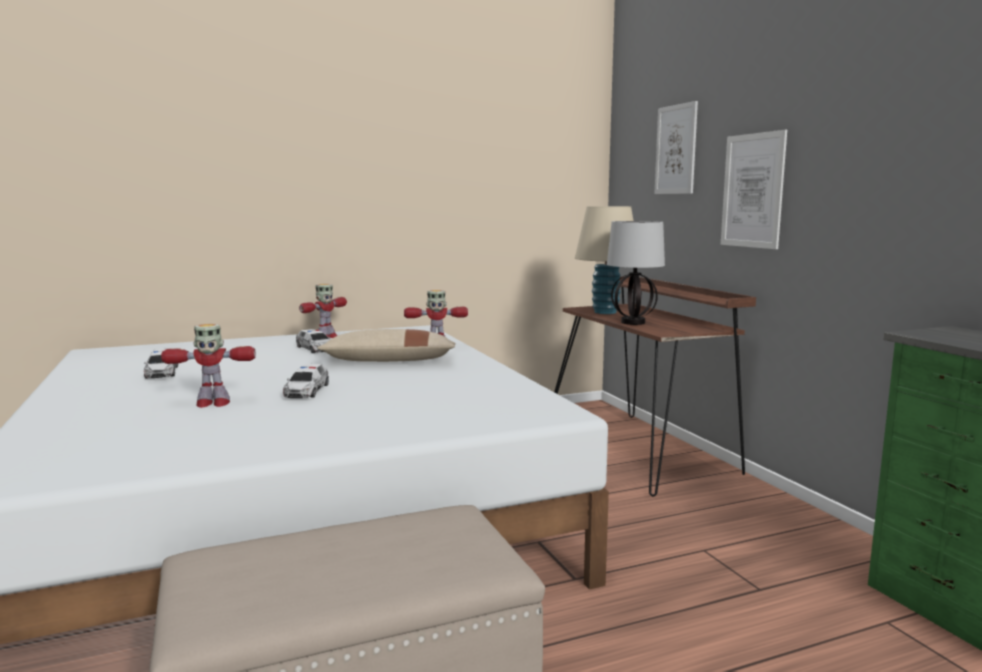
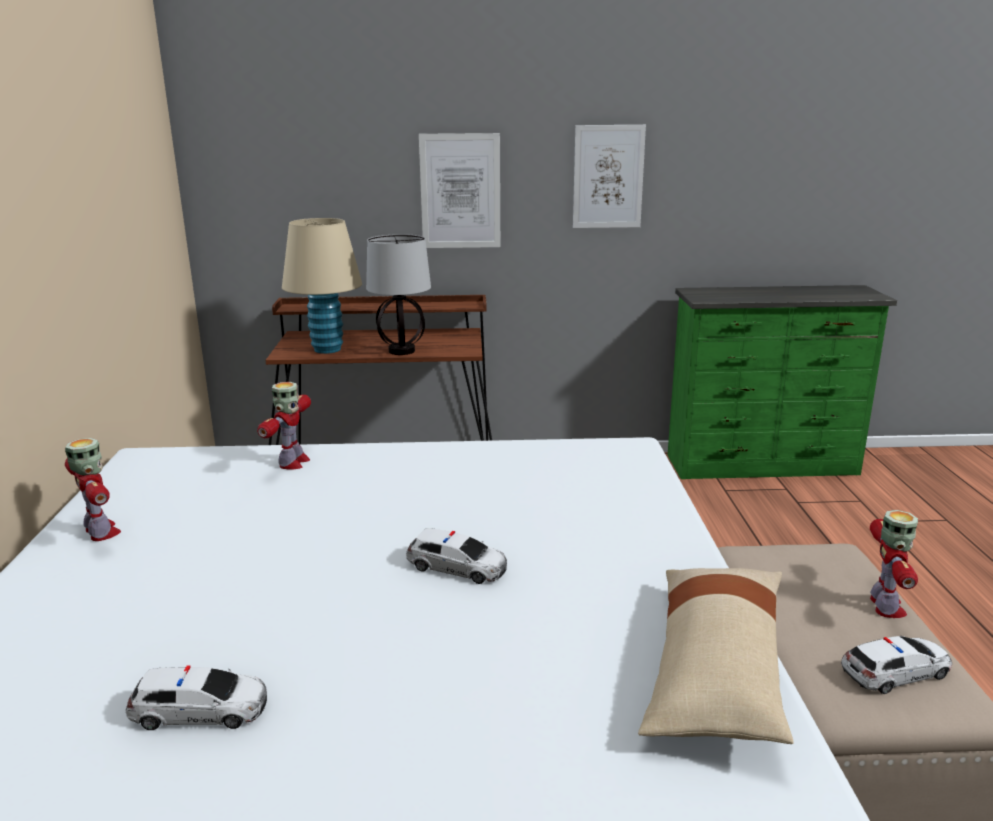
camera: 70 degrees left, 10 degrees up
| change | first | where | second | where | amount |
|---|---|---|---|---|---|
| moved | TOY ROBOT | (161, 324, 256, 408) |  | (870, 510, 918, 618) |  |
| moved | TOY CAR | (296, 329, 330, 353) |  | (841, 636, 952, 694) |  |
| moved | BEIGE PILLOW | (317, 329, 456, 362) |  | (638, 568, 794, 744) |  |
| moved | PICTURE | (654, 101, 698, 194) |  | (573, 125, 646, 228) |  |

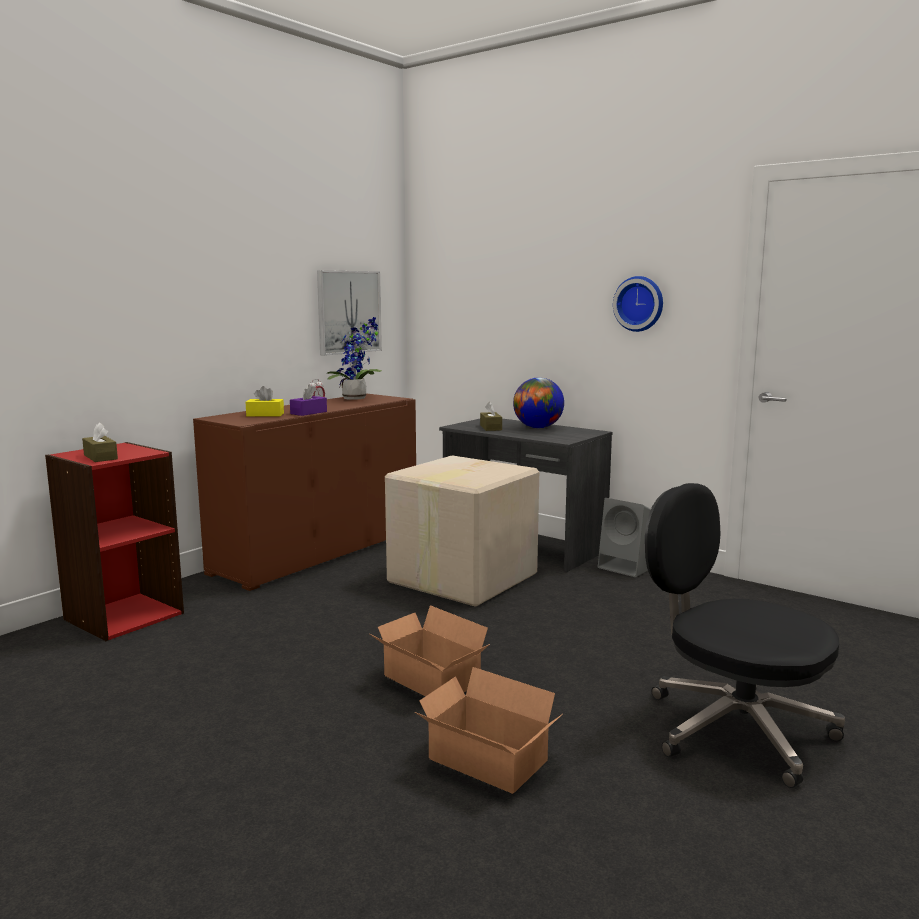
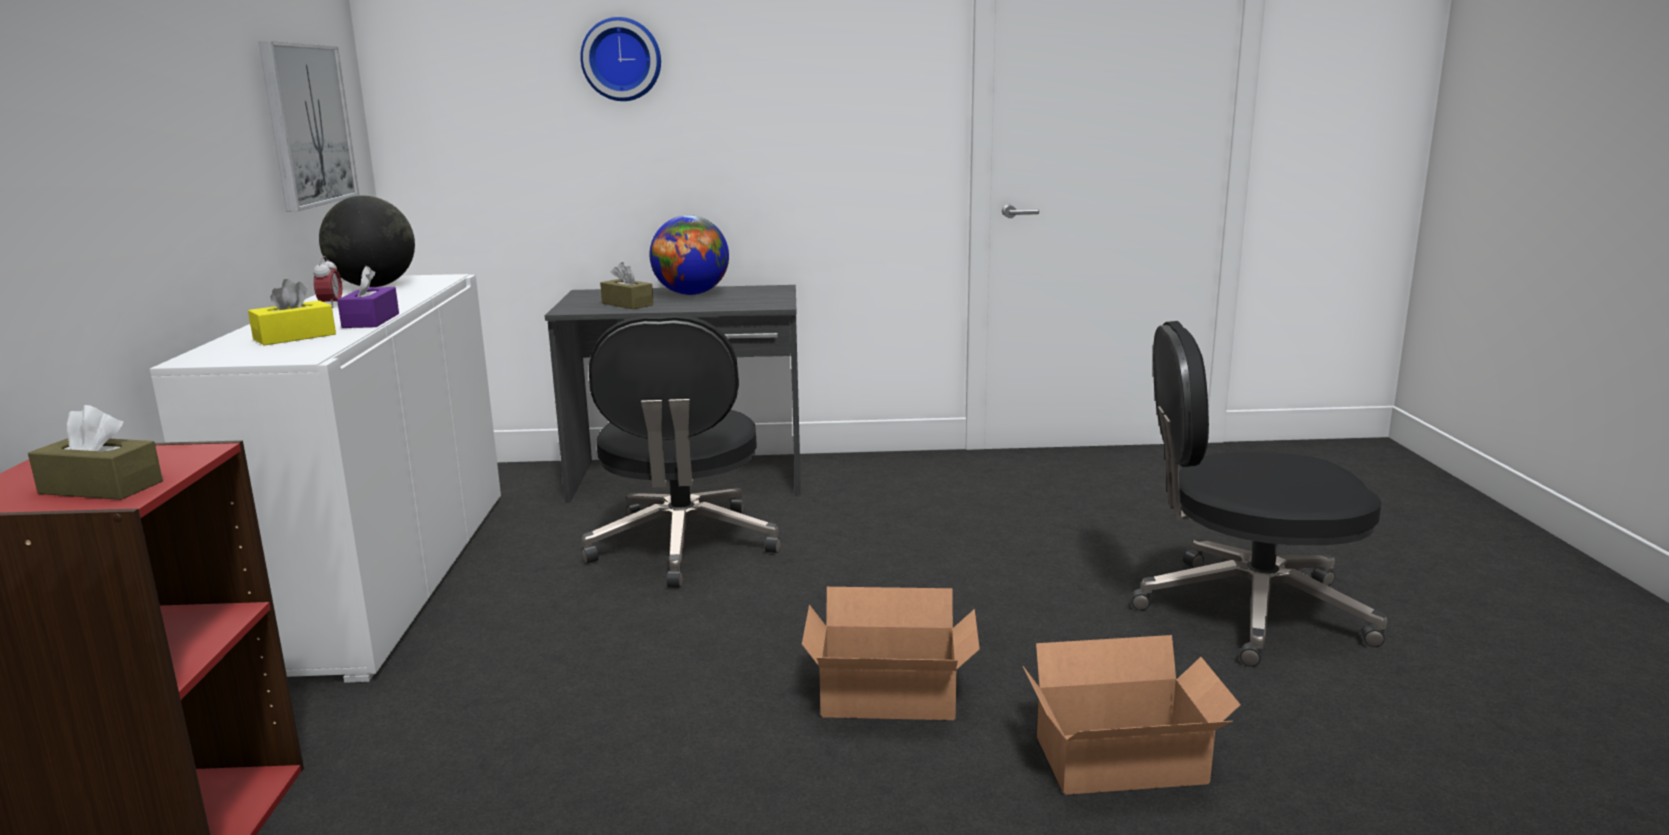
camera: 40 degrees left, 5 degrees up
| change | first | where | second | where | amount |
|---|---|---|---|---|---|
| removed | GREY SPEAKER | (598, 498, 651, 577) |  |  |  |
| moved | WALL CLOCK | (613, 276, 663, 332) |  | (580, 17, 661, 101) |  |
| replaced | POTTED PLANT | (327, 317, 382, 399) | GLOBE | (319, 195, 415, 287) |  |
| replaced | CARDBOARD BOX | (385, 455, 539, 607) | BLACK OFFICE CHAIR | (581, 315, 781, 588) |  |
| recoloured | BROWN CABINET | (193, 394, 416, 591) | WHITE CABINET | (150, 274, 501, 683) |  |

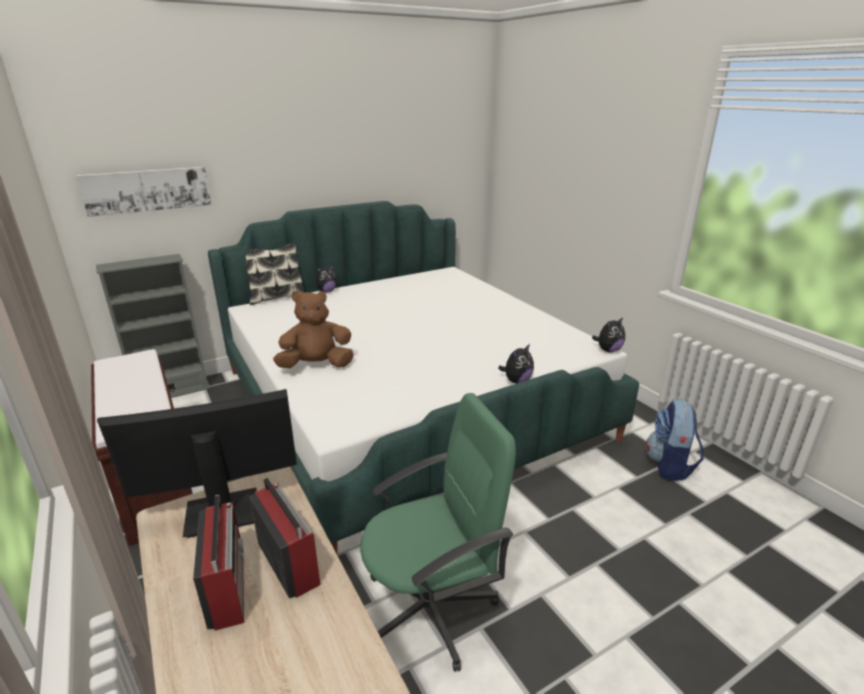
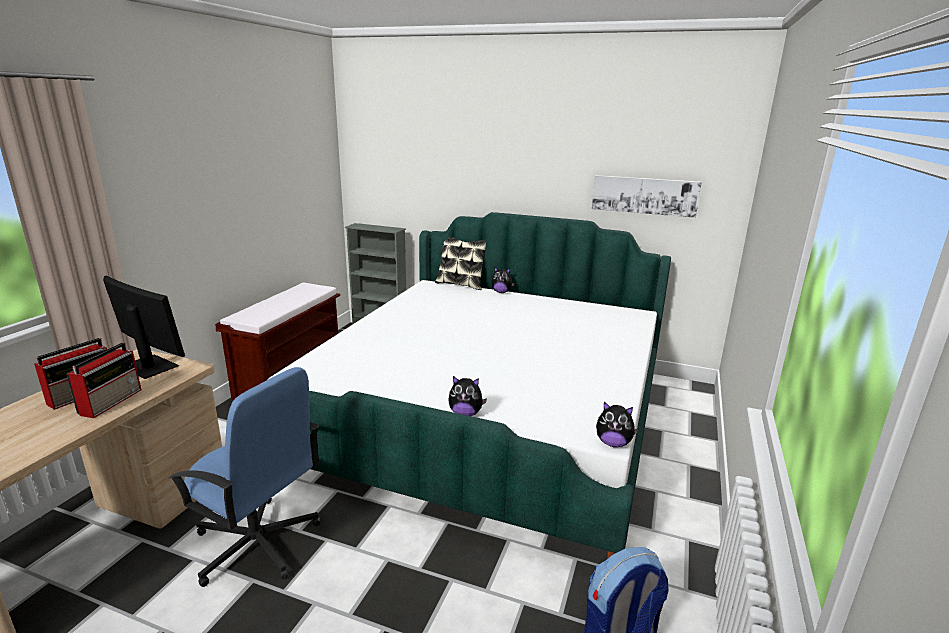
camera: 50 degrees right, 5 degrees down
| change | first | where | second | where | amount |
|---|---|---|---|---|---|
| removed | BROWN PLUSH TOY | (273, 291, 354, 368) |  |  |  |
| moved | PICTURE | (76, 167, 212, 217) |  | (592, 175, 702, 218) |  |
| recoloured | GREEN OFFICE CHAIR | (360, 393, 516, 672) | BLUE OFFICE CHAIR | (169, 367, 321, 587) |  |

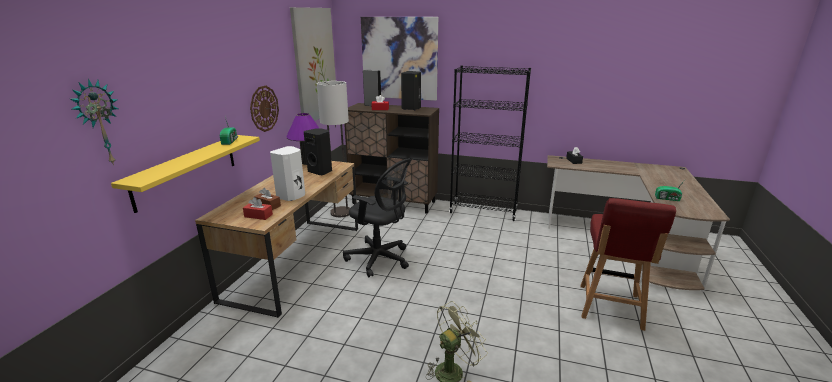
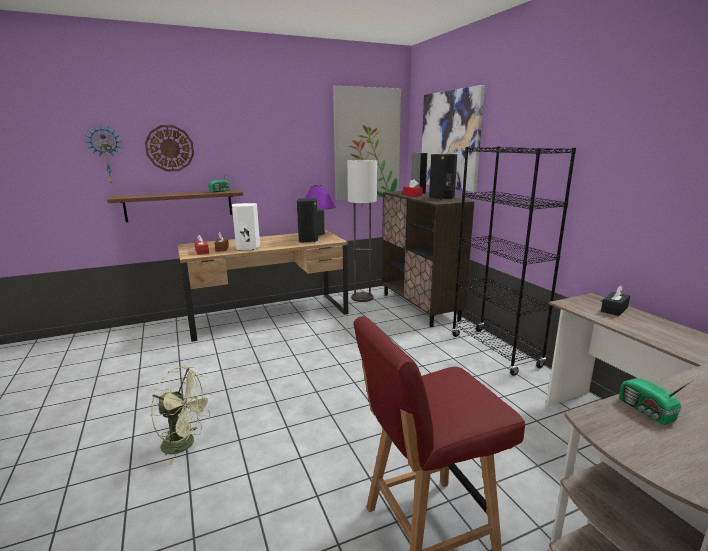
camera: 50 degrees right, 5 degrees down
| change | first | where | second | where | amount |
|---|---|---|---|---|---|
| removed | BLACK OFFICE CHAIR | (343, 159, 411, 277) |  |  |  |
| moved | WALL CLOCK | (250, 85, 279, 132) |  | (145, 125, 194, 171) |  |
| recoloured | YELLOW SHELF | (111, 135, 260, 213) | BROWN SHELF | (107, 190, 243, 222) |  |

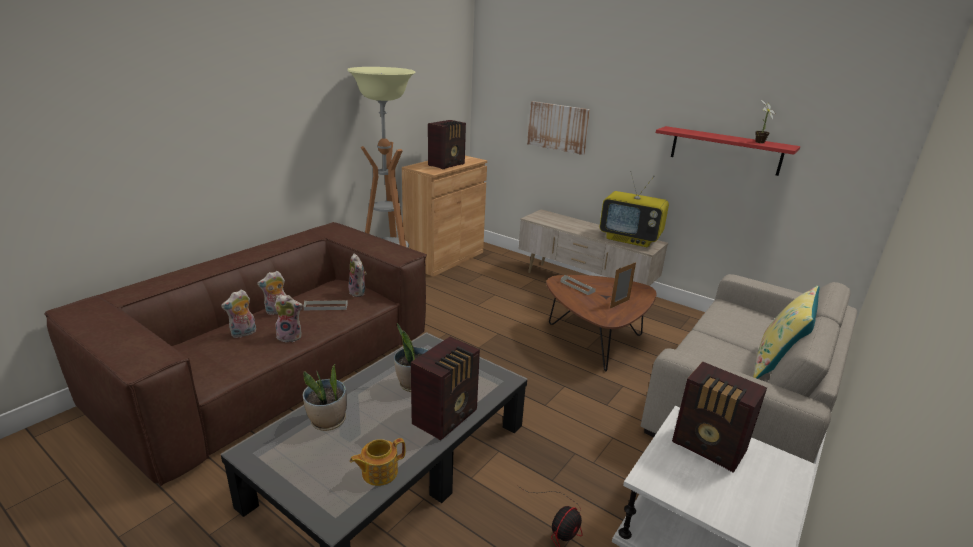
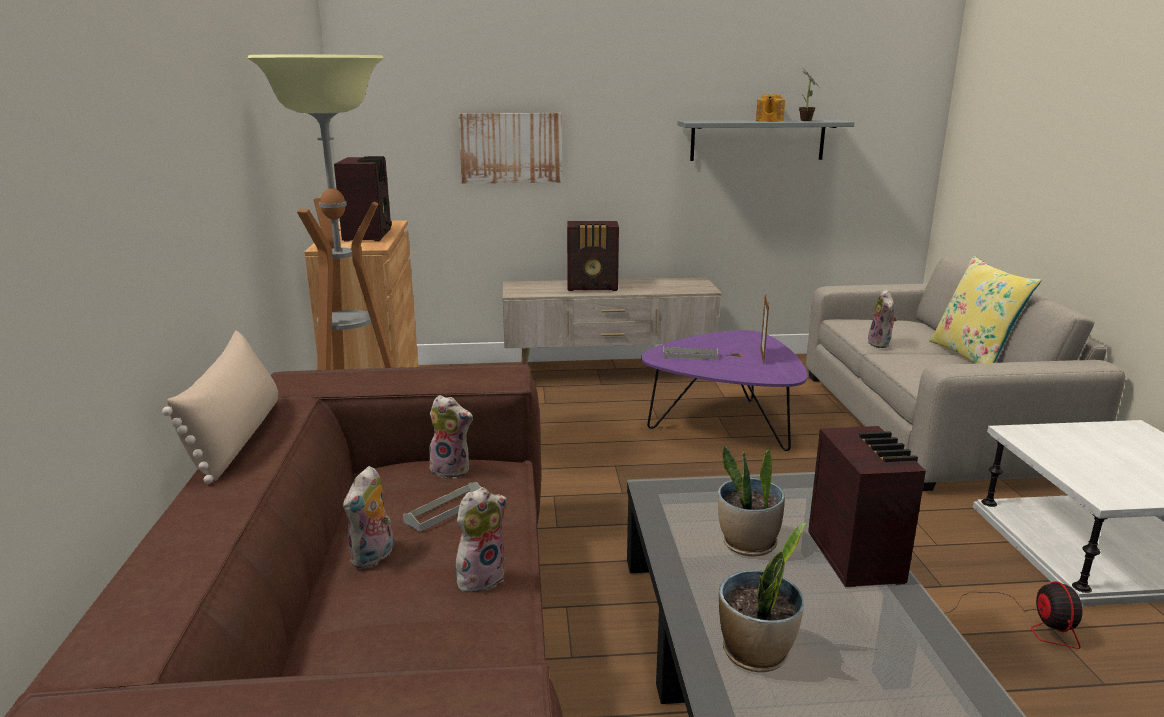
camera: 40 degrees left, 5 degrees down
| change | first | where | second | where | amount |
|---|---|---|---|---|---|
| removed | TELEVISION | (599, 171, 669, 247) |  |  |  |
| added |  |  | BEIGE PILLOW | (162, 331, 278, 484) |  |
| moved | PLUSH TOY | (221, 290, 256, 338) |  | (868, 289, 898, 348) |  |
| moved | TEAPOT | (350, 438, 405, 486) |  | (756, 94, 785, 122) |  |
| moved | RADIO | (672, 362, 767, 472) |  | (567, 221, 619, 291) |  |
| recoloured | BROWN COFFEE TABLE | (546, 275, 656, 371) | PURPLE COFFEE TABLE | (641, 330, 807, 451) |  |
| recoloured | RED SHELF | (656, 126, 800, 176) | GREY SHELF | (677, 120, 855, 161) |  |

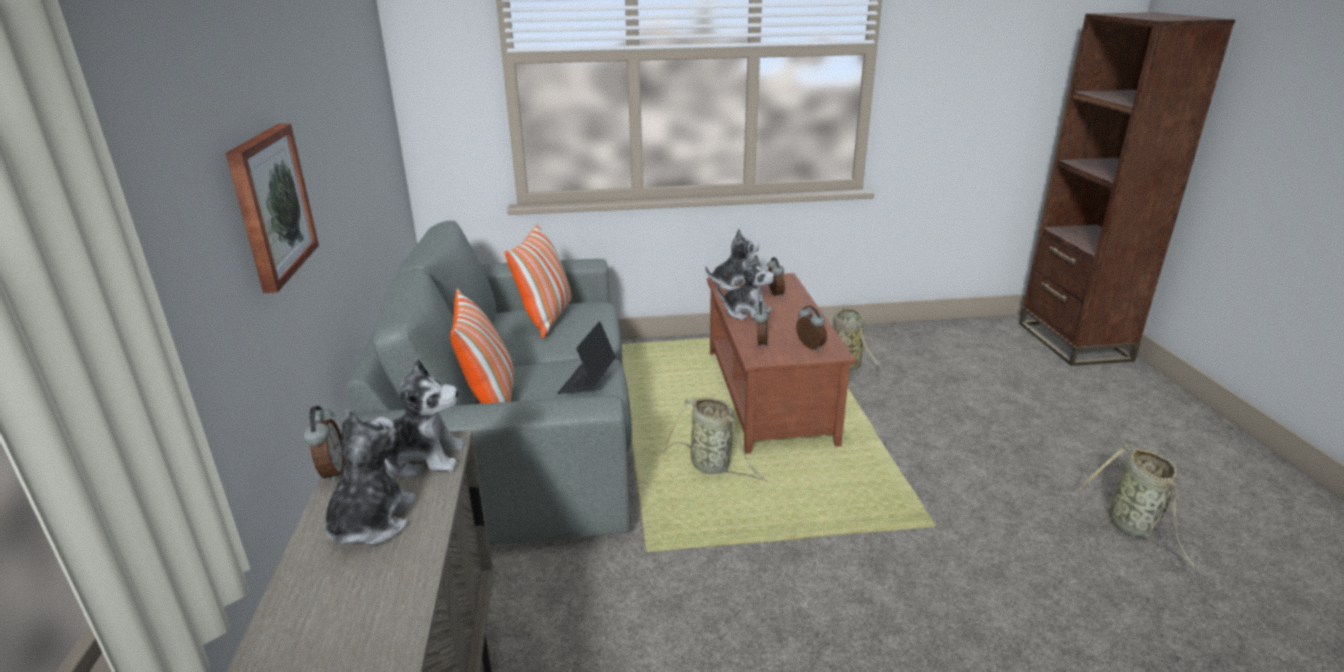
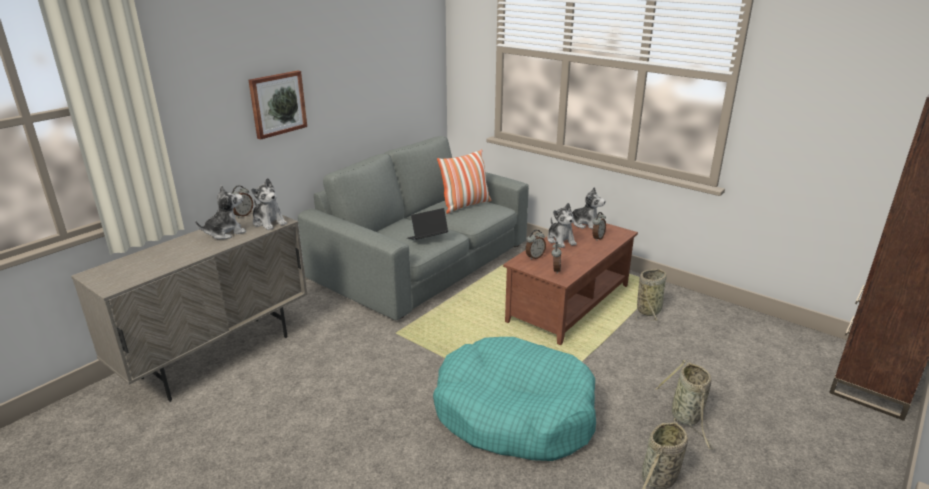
camera: 45 degrees right, 0 degrees up
| change | first | where | second | where | amount |
|---|---|---|---|---|---|
| removed | PILLOW | (450, 289, 514, 404) |  |  |  |
| added |  |  | TURQUOISE DOG BED | (433, 337, 596, 461) |  |
| moved | BASKET | (663, 398, 768, 482) |  | (655, 360, 714, 449) |  |

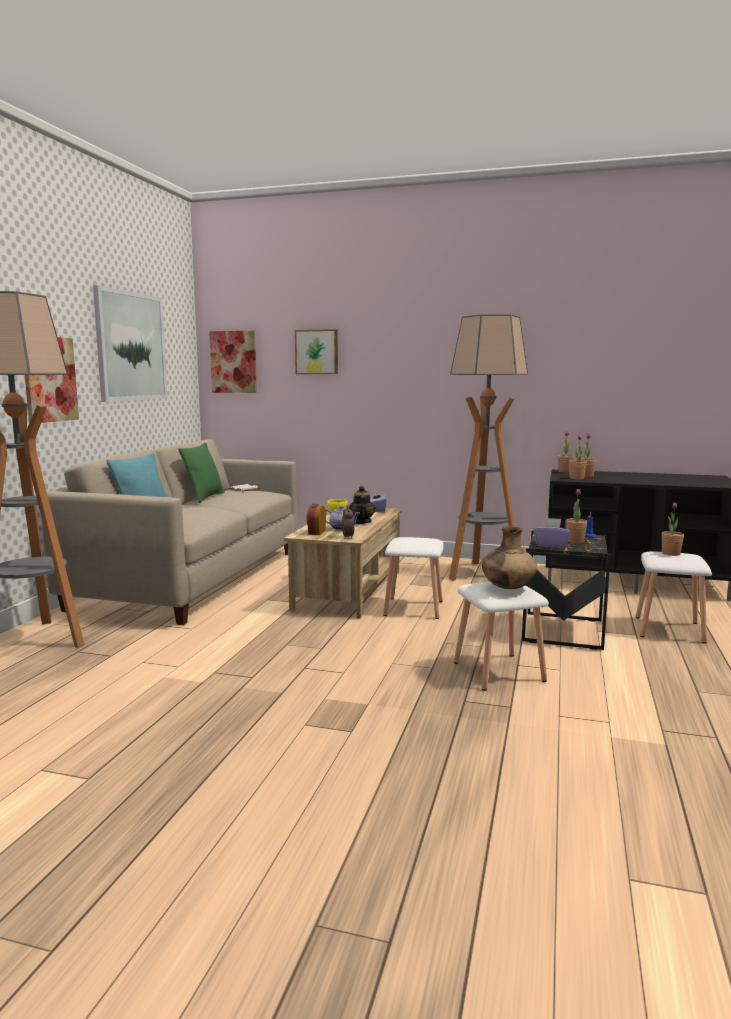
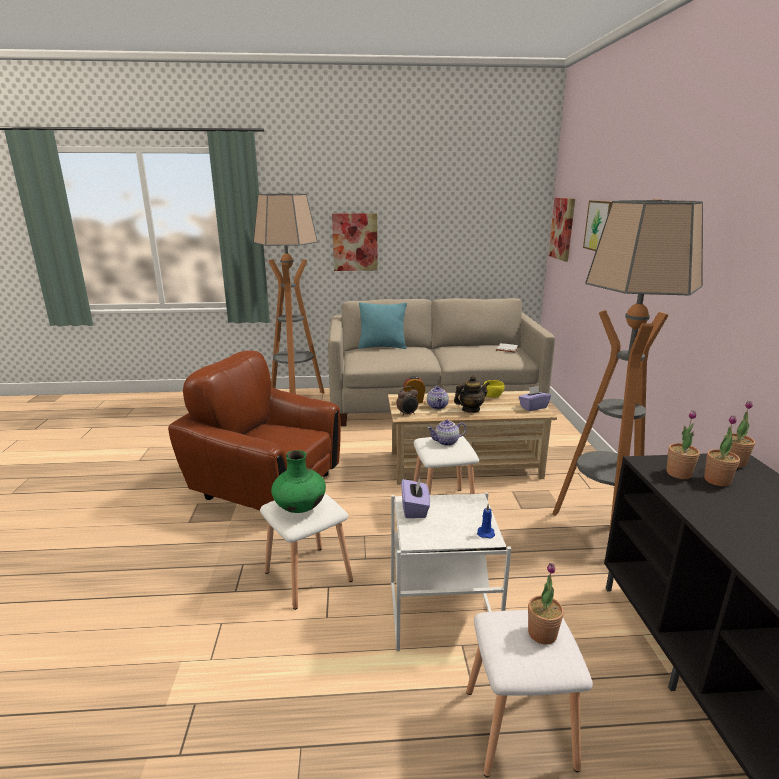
camera: 70 degrees right, 10 degrees up
| change | first | where | second | where | amount |
|---|---|---|---|---|---|
| removed | PICTURE | (93, 285, 167, 402) |  |  |  |
| removed | GREEN PILLOW | (179, 443, 225, 503) |  |  |  |
| removed | POTTED PLANT | (565, 489, 587, 543) |  |  |  |
| added |  |  | BROWN ARMCHAIR | (168, 350, 341, 511) |  |
| added |  |  | TEAPOT | (427, 420, 467, 446) |  |
| recoloured | BROWN VASE | (482, 526, 537, 589) | GREEN VASE | (271, 450, 326, 513) |  |
| recoloured | BLACK SIDE TABLE | (522, 530, 611, 650) | WHITE SIDE TABLE | (391, 492, 511, 651) |  |

